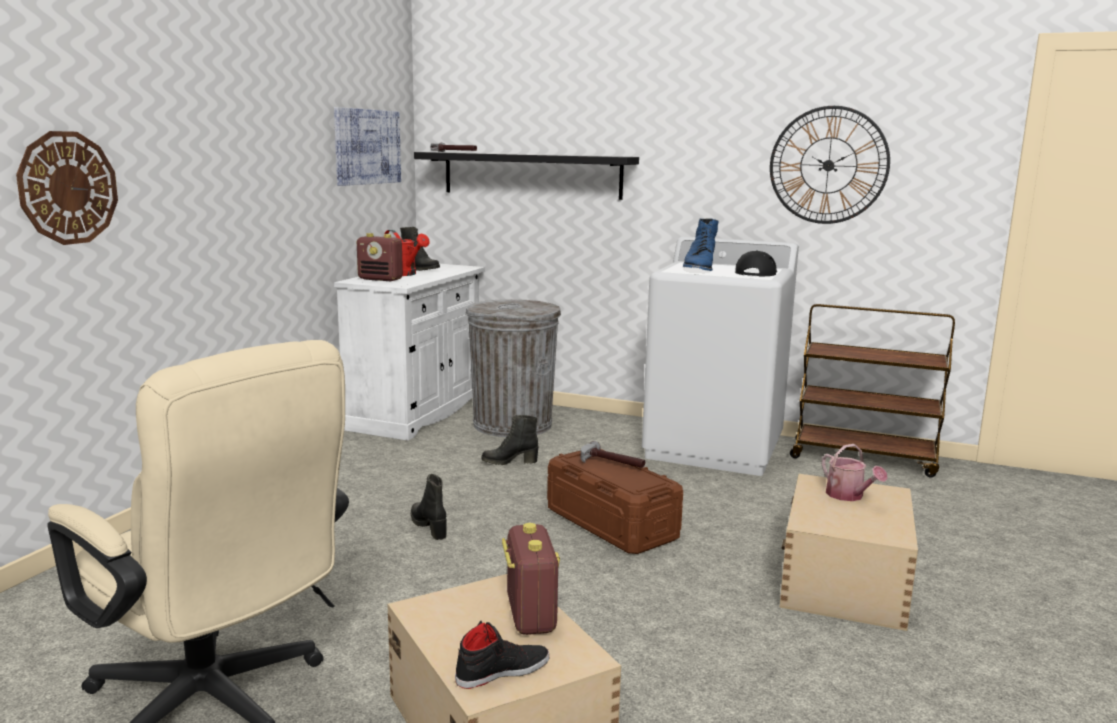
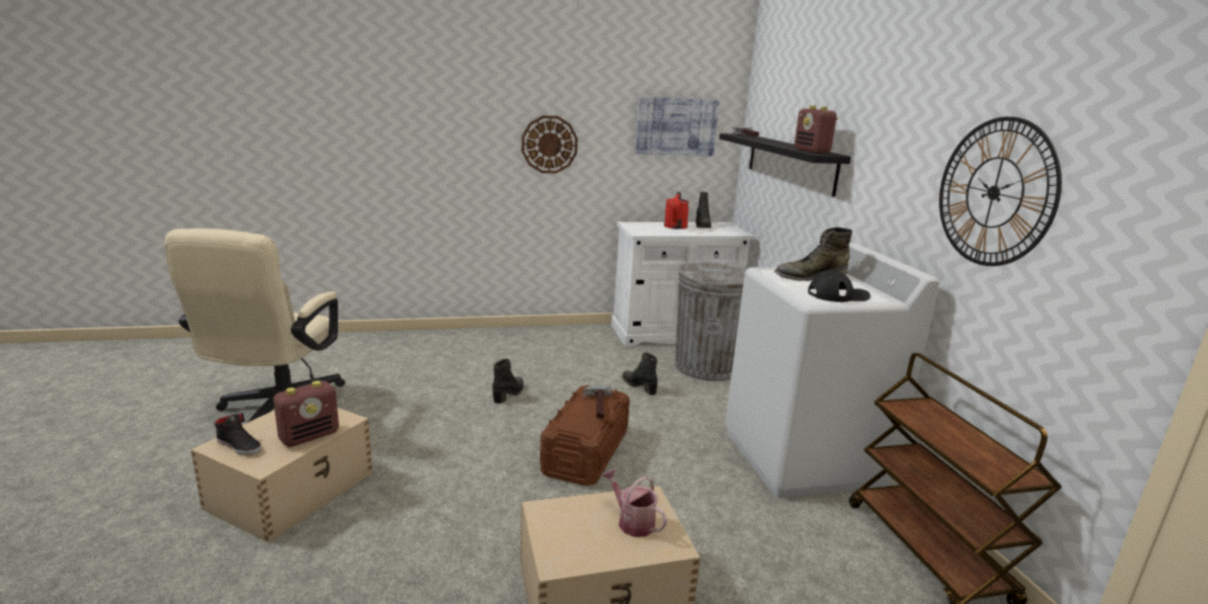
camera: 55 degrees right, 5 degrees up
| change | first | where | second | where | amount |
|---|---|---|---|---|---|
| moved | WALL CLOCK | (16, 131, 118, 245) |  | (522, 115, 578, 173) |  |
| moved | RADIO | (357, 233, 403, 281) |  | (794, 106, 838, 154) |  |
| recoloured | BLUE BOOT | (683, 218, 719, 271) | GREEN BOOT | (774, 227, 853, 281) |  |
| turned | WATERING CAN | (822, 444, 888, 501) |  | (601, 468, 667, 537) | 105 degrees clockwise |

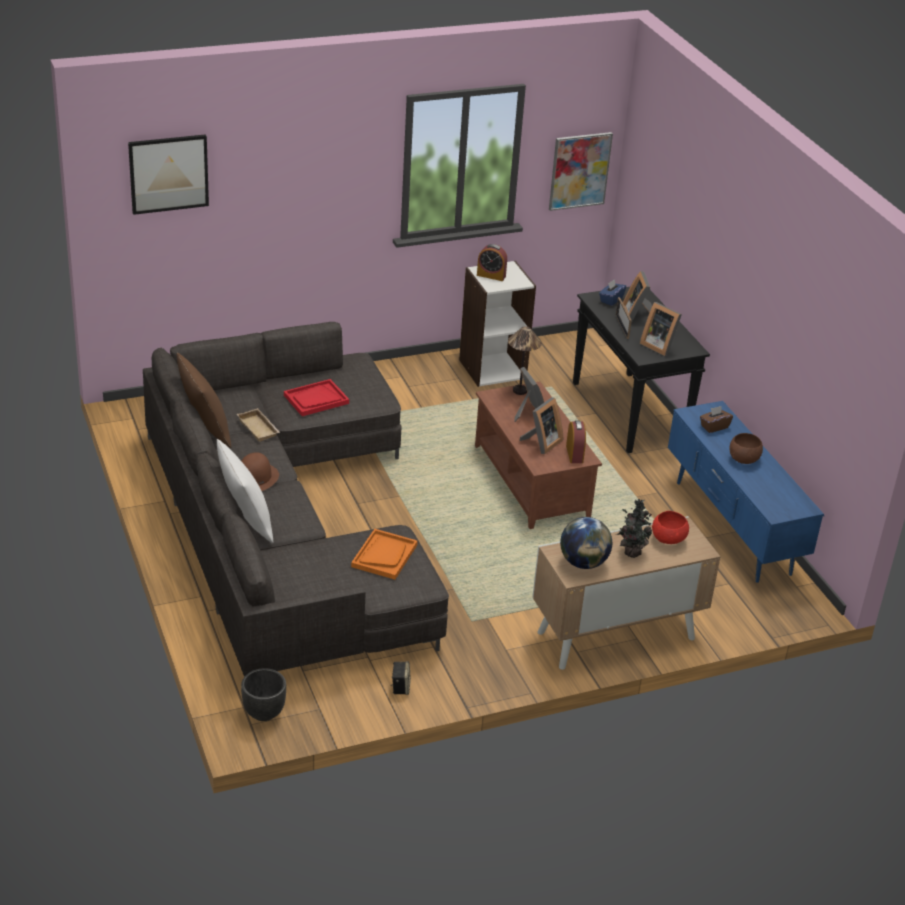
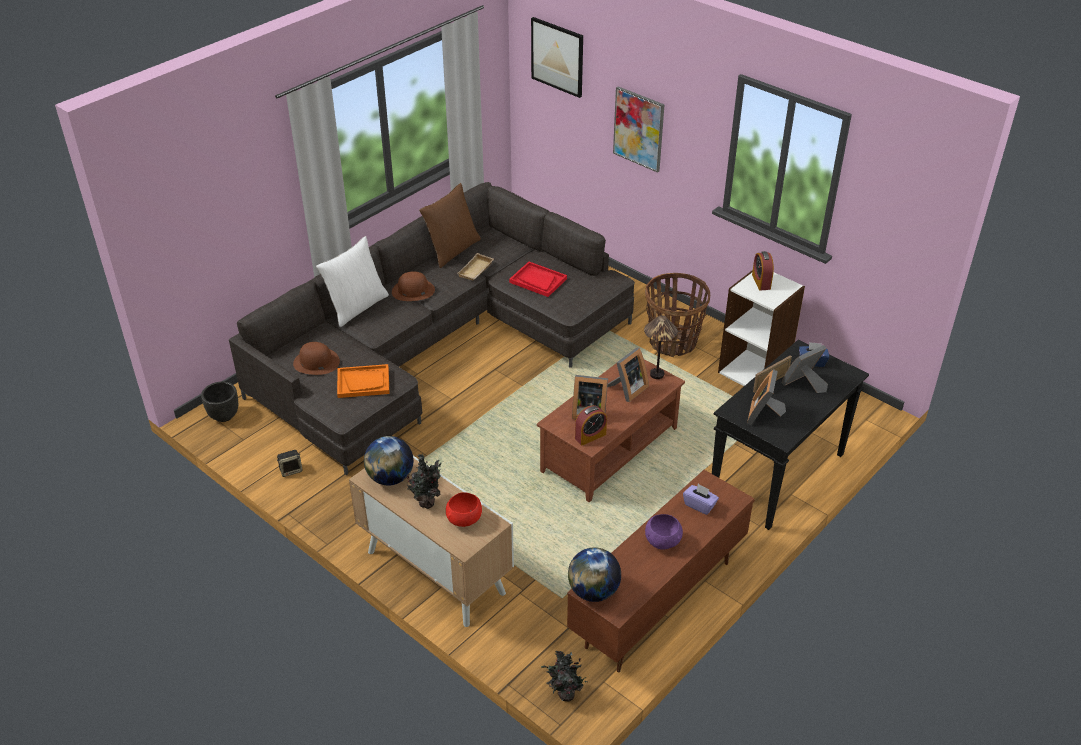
camera: 65 degrees right, 5 degrees up
| change | first | where | second | where | amount |
|---|---|---|---|---|---|
| added |  |  | BROWN HAT | (293, 342, 340, 375) |  |
| added |  |  | POTTED PLANT | (541, 650, 587, 701) |  |
| added |  |  | GLOBE | (568, 547, 621, 602) |  |
| added |  |  | BASKET | (645, 273, 710, 357) |  |
| moved | PICTURE | (549, 132, 613, 211) |  | (613, 86, 665, 173) |  |
| recoloured | BLUE TV STAND | (668, 401, 824, 583) | BROWN TV STAND | (567, 470, 755, 672) |  |
| recoloured | BROWN TISSUE BOX | (700, 406, 733, 433) | PURPLE TISSUE BOX | (683, 484, 719, 515) |  |
| recoloured | BROWN BOWL | (730, 433, 763, 464) | PURPLE BOWL | (645, 514, 683, 550) |  |

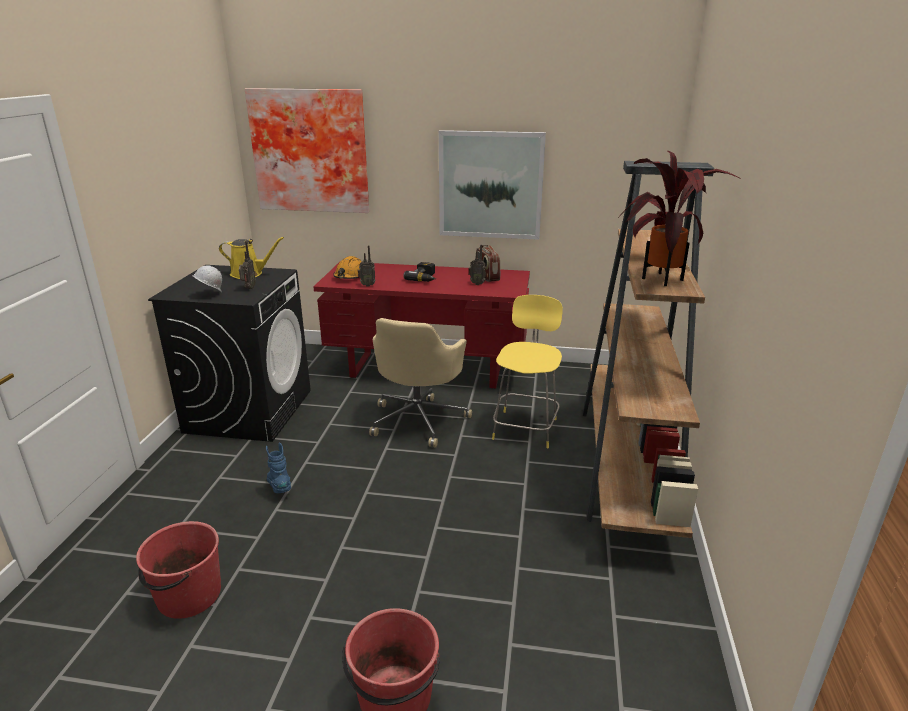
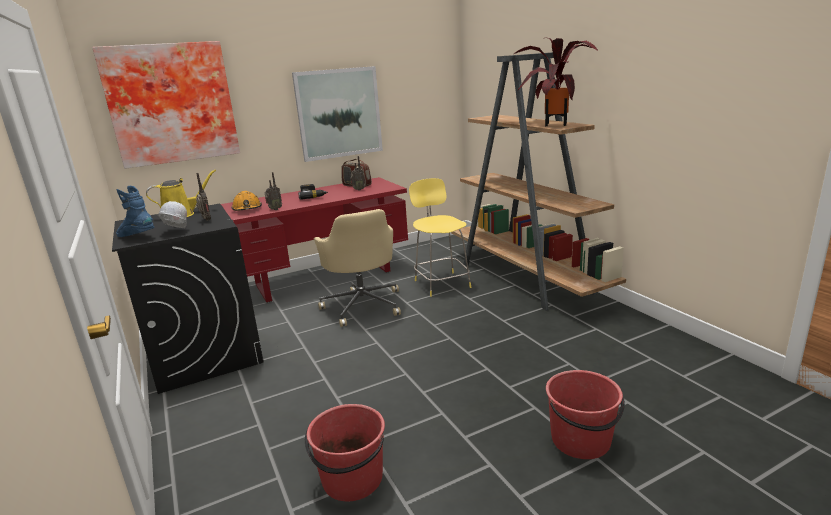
camera: 35 degrees left, 5 degrees down
| change | first | where | second | where | amount |
|---|---|---|---|---|---|
| moved | BLUE BOOT | (266, 443, 291, 493) |  | (116, 186, 154, 237) |  |

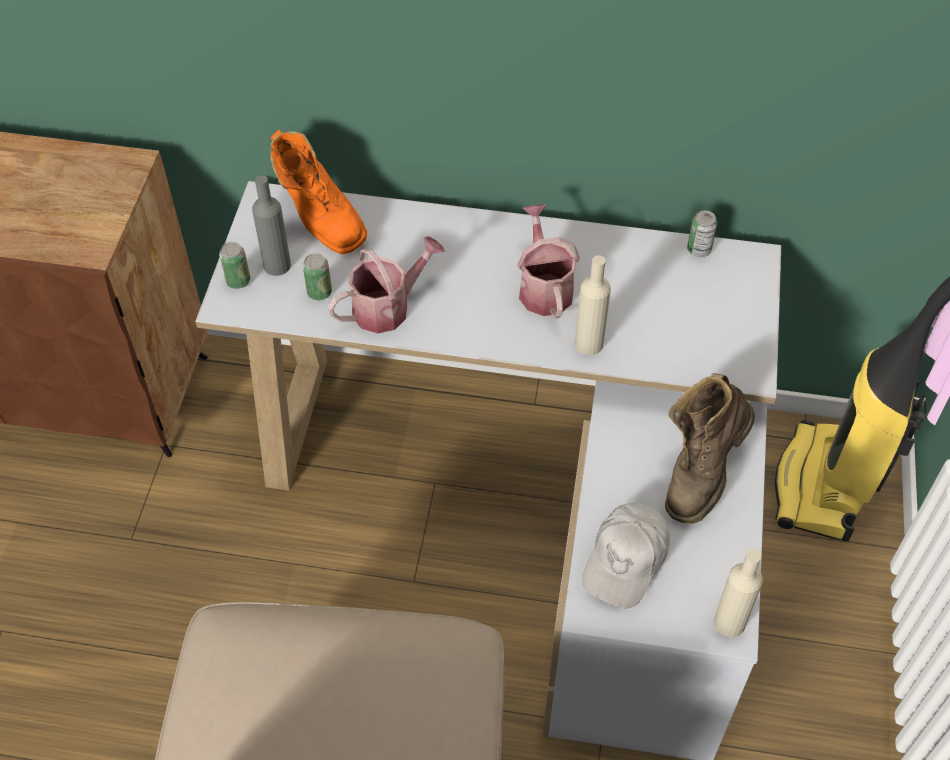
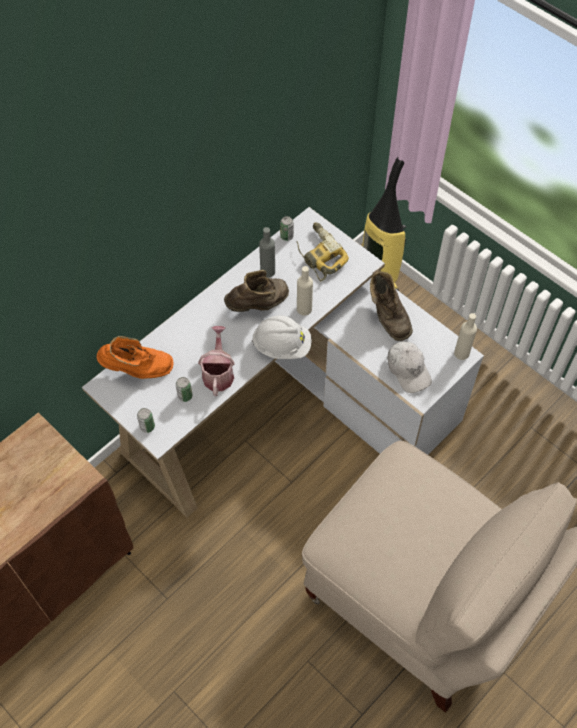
camera: 55 degrees left, 5 degrees up
| change | first | where | second | where | amount |
|---|---|---|---|---|---|
| added |  |  | WHITE HARD HAT | (252, 315, 312, 359) |  |
| added |  |  | POWER DRILL | (297, 223, 349, 281) |  |
| moved | GREY BOTTLE | (252, 175, 291, 276) |  | (259, 227, 275, 278) |  |
| replaced | WATERING CAN | (517, 204, 580, 319) | BROWN BOOT | (224, 270, 289, 312) |  |

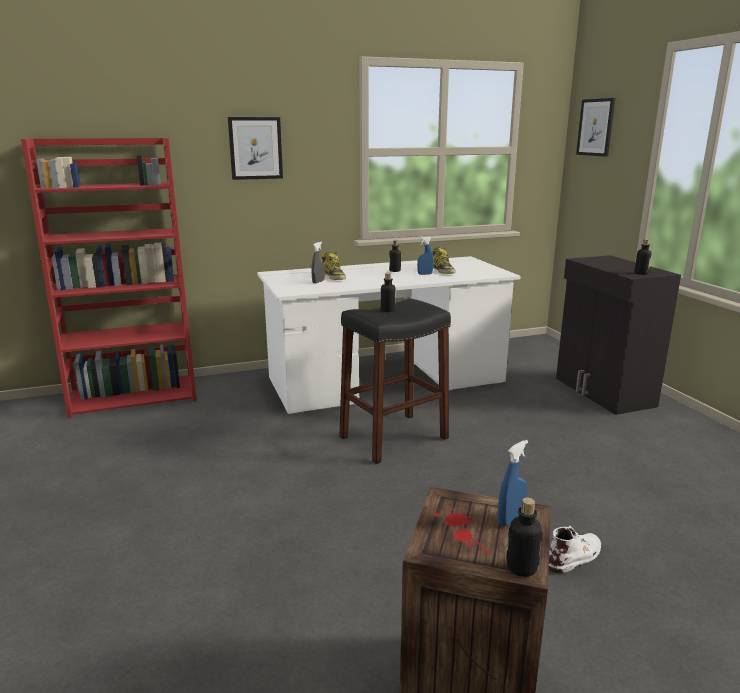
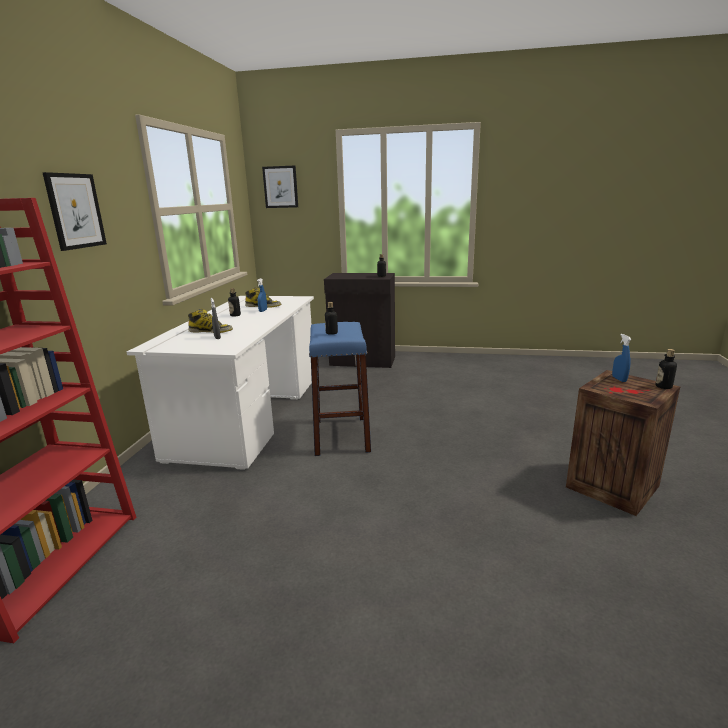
camera: 60 degrees left, 0 degrees up
| change | first | where | second | where | amount |
|---|---|---|---|---|---|
| removed | WHITE BOOT | (549, 526, 601, 573) |  |  |  |
| recoloured | BLACK STOOL | (339, 298, 451, 464) | BLUE STOOL | (309, 322, 371, 456) |  |

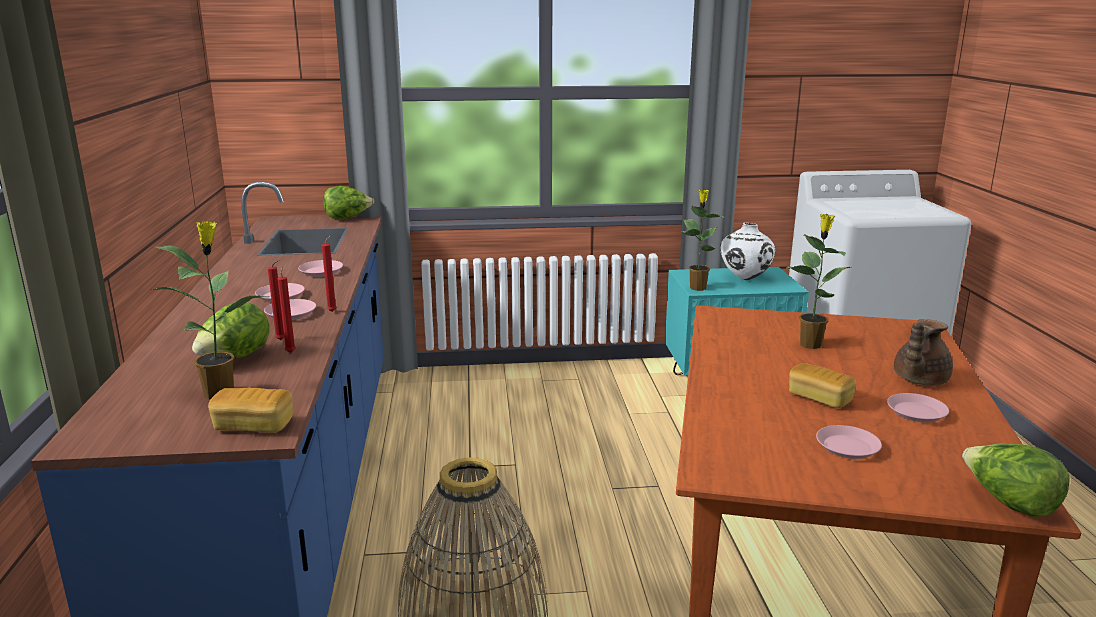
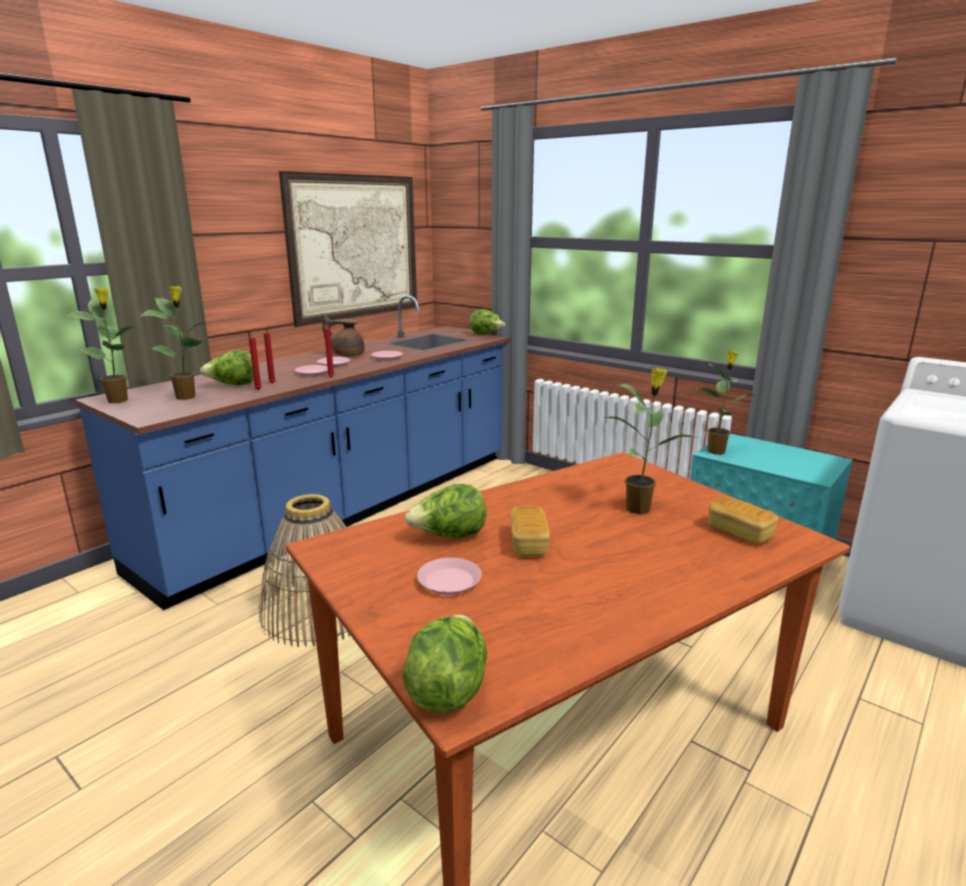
camera: 45 degrees right, 0 degrees up
| change | first | where | second | where | amount |
|---|---|---|---|---|---|
| removed | WHITE VASE | (720, 223, 776, 280) |  |  |  |
| removed | PINK PLATE | (887, 393, 949, 422) |  |  |  |
| added |  |  | POTTED PLANT | (65, 288, 135, 403) |  |
| added |  |  | PICTURE | (279, 171, 417, 327) |  |
| added |  |  | LETTUCE | (405, 484, 487, 538) |  |
| moved | BREAD | (208, 388, 293, 433) |  | (708, 496, 778, 544) |  |
| moved | BROWN TEAPOT | (894, 319, 953, 386) |  | (322, 313, 365, 356) |  |

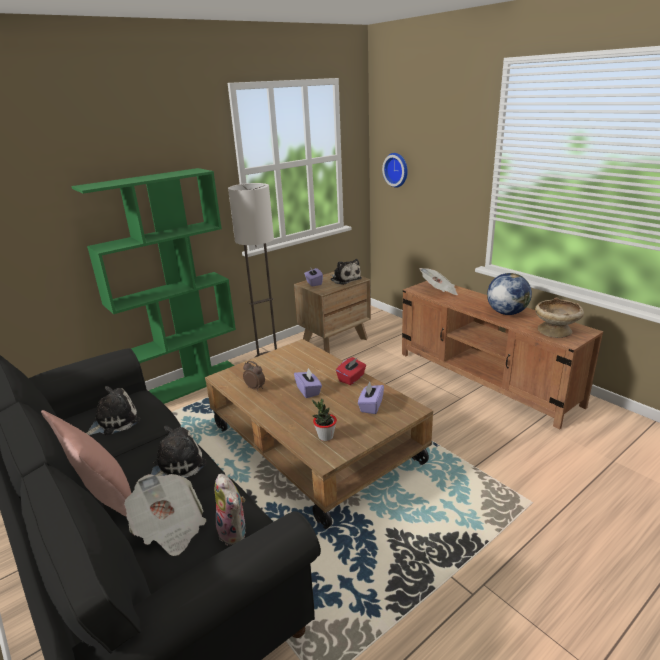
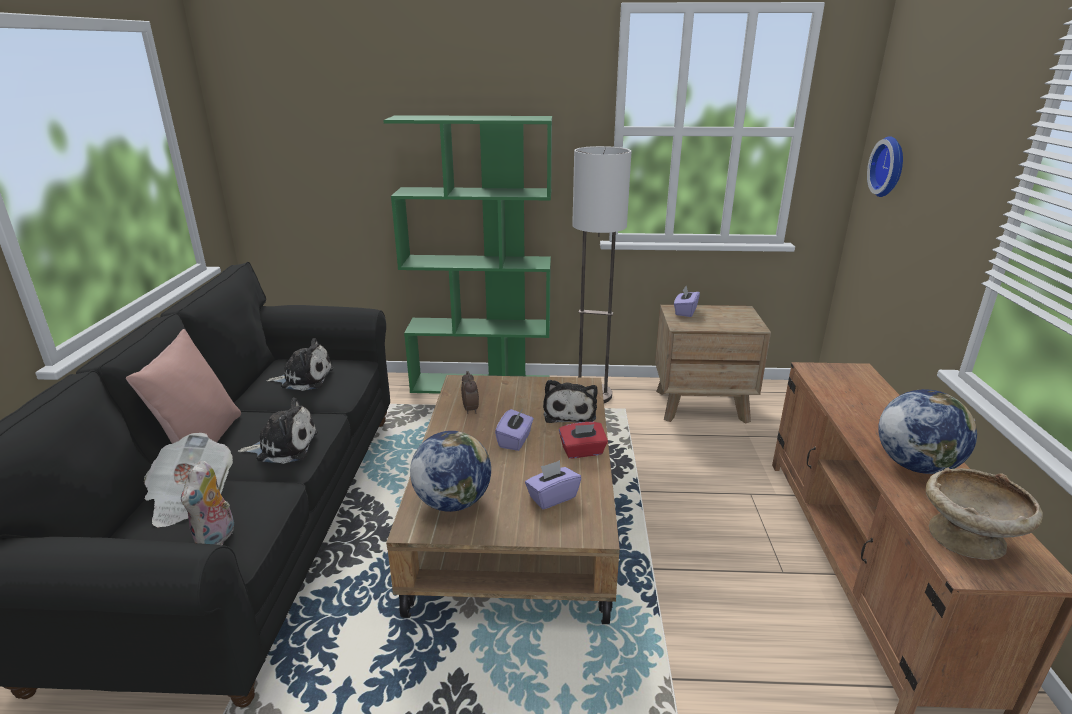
camera: 40 degrees right, 0 degrees up
| change | first | where | second | where | amount |
|---|---|---|---|---|---|
| removed | NEWSPAPER | (420, 268, 458, 295) |  |  |  |
| moved | PLUSH TOY | (331, 259, 362, 285) |  | (543, 379, 598, 423) |  |
| replaced | POTTED PLANT | (312, 399, 337, 441) | GLOBE | (410, 431, 491, 512) |  |

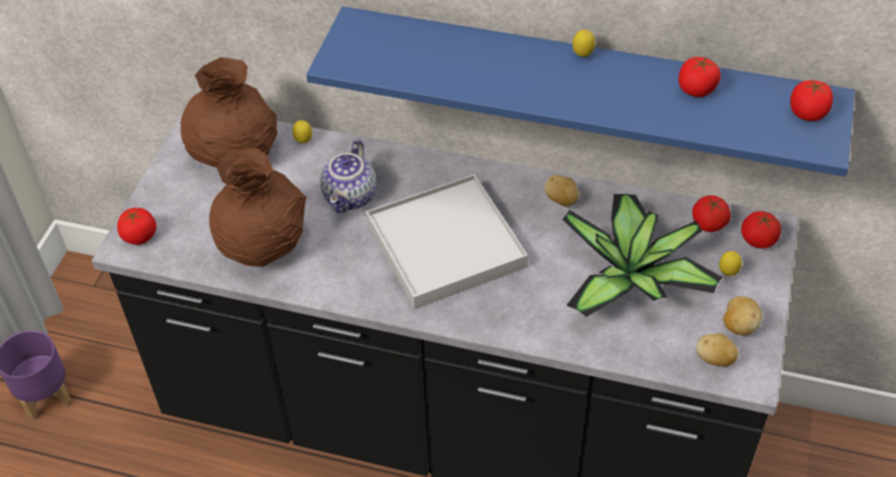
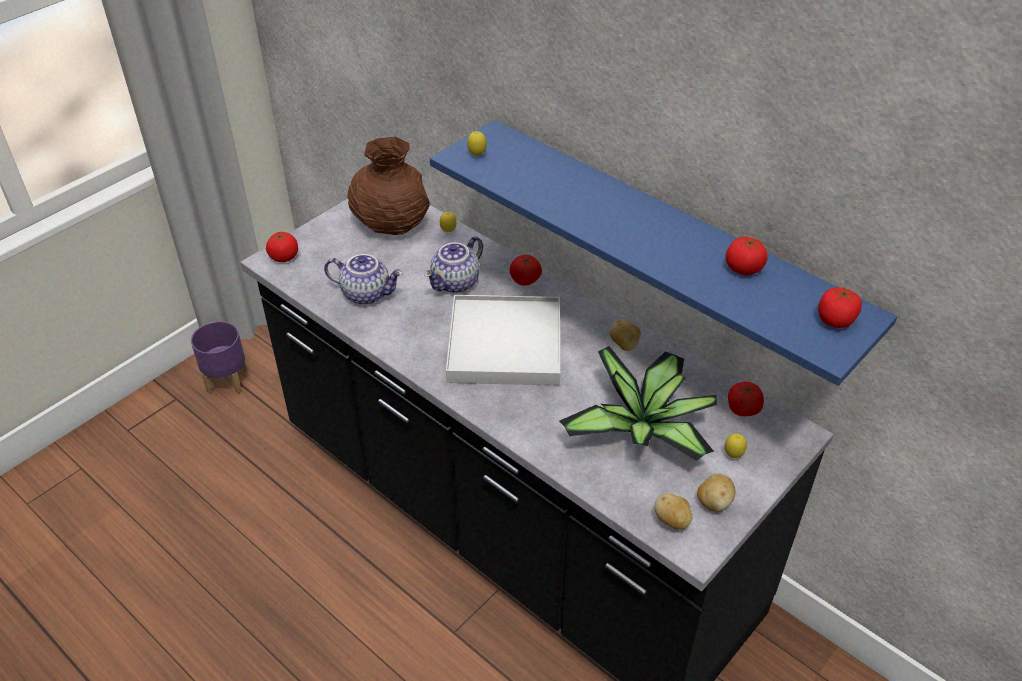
camera: 25 degrees right, 5 degrees down
| change | first | where | second | where | amount |
|---|---|---|---|---|---|
| moved | LEMON | (572, 30, 595, 57) |  | (467, 131, 487, 156) |  |
| moved | TOMATO | (741, 211, 781, 248) |  | (510, 255, 542, 286) |  |
| replaced | BROWN VASE | (209, 148, 307, 267) | TEAPOT | (324, 254, 403, 305) |  |

